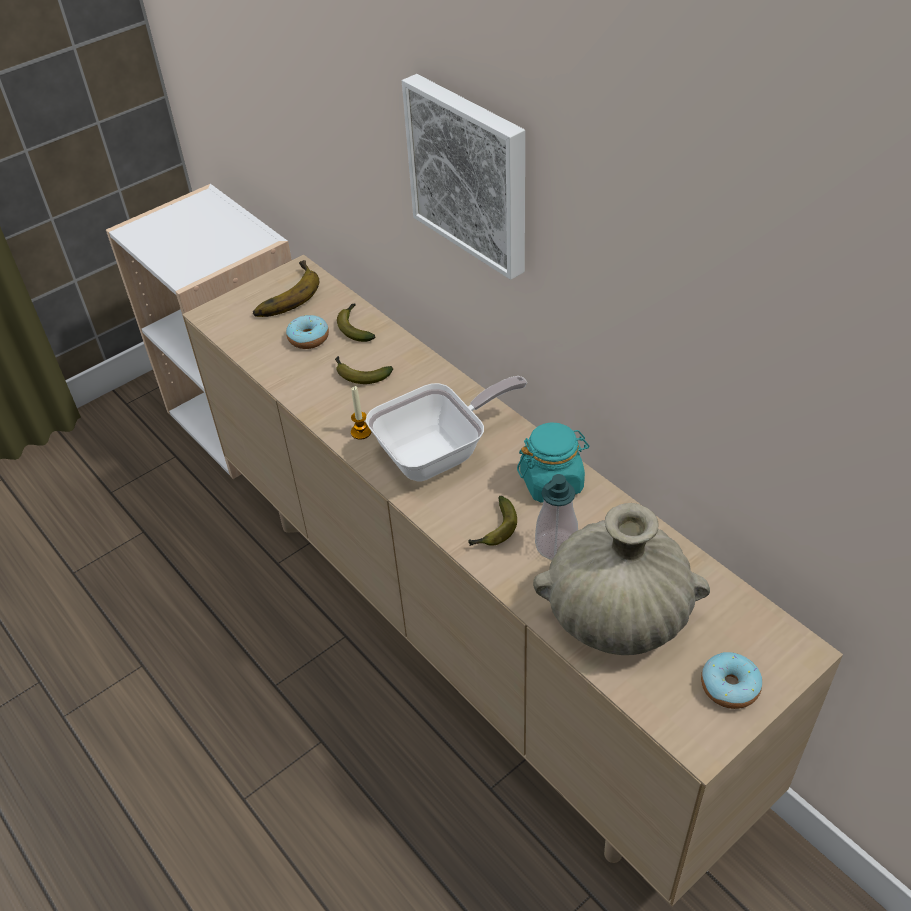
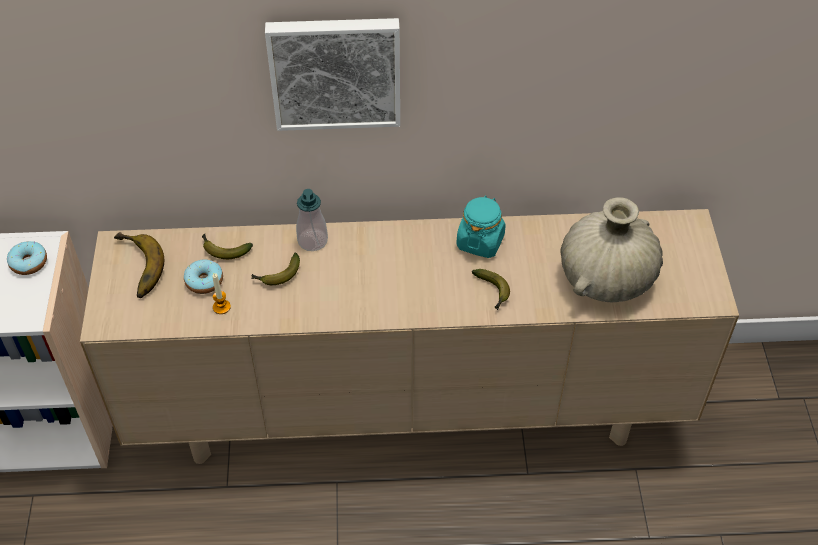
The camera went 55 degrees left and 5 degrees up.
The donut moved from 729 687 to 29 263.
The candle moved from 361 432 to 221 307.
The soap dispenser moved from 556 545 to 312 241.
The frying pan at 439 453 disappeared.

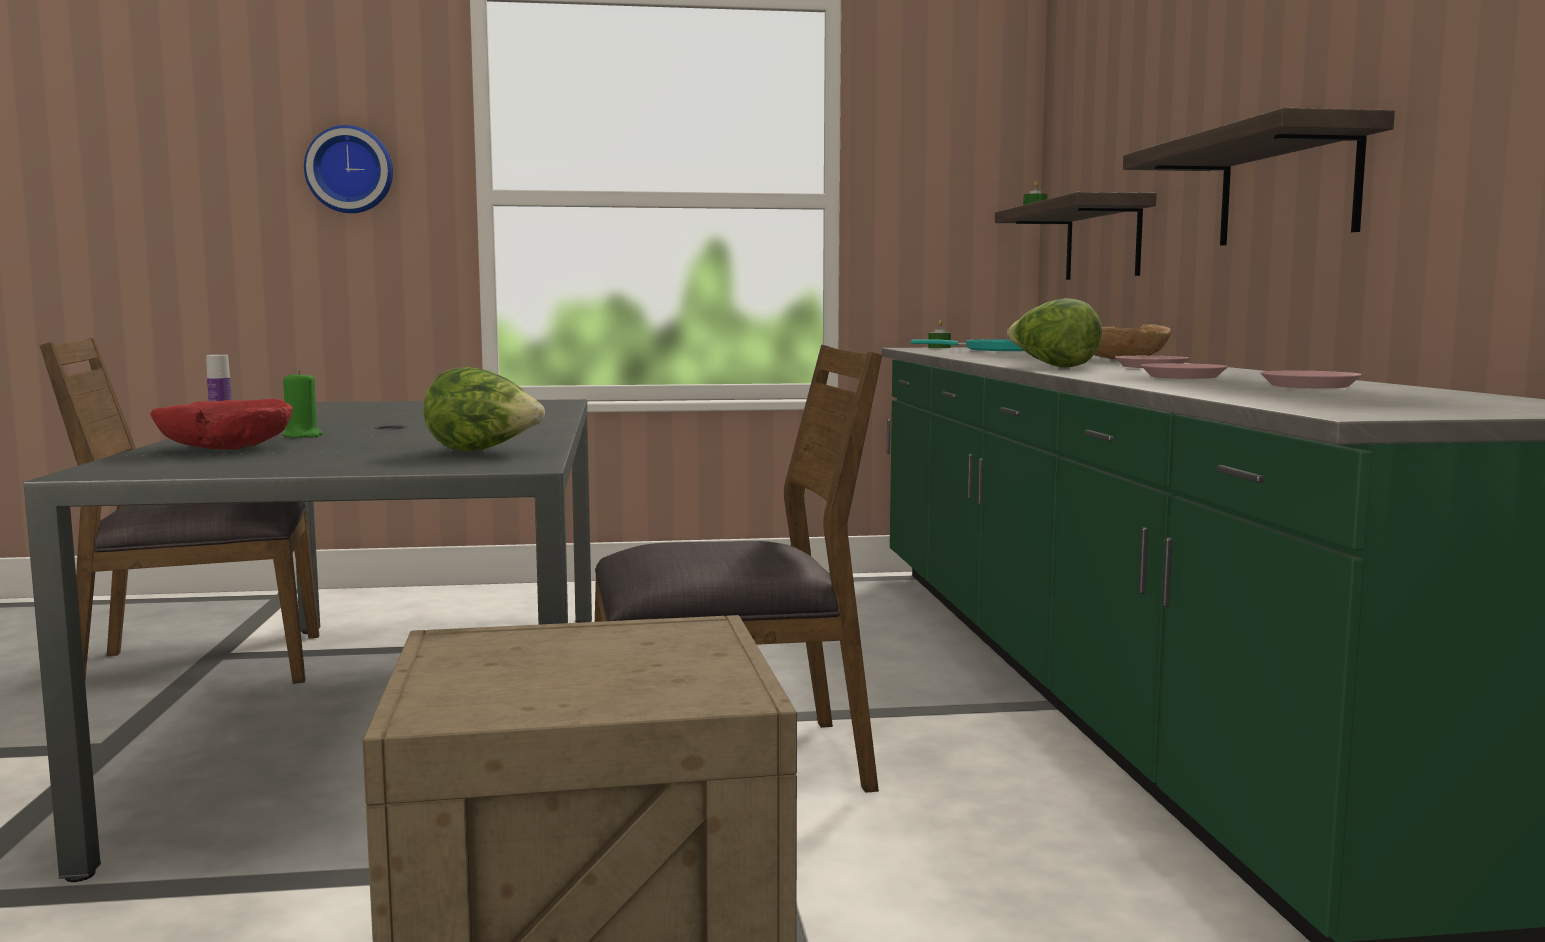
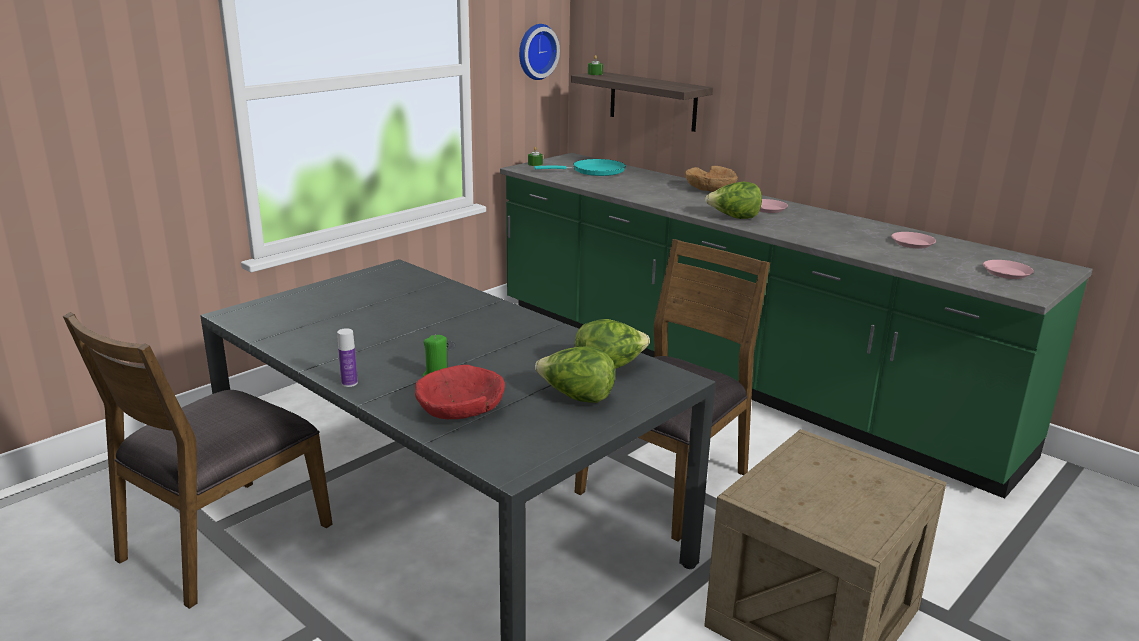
The camera went 40 degrees left and 15 degrees up.
The wall clock moved from 350 170 to 535 51.
The lettuce at 576 397 appeared.
The pink plate moved from 1183 376 to 1007 273.
The shelf at 1287 188 disappeared.

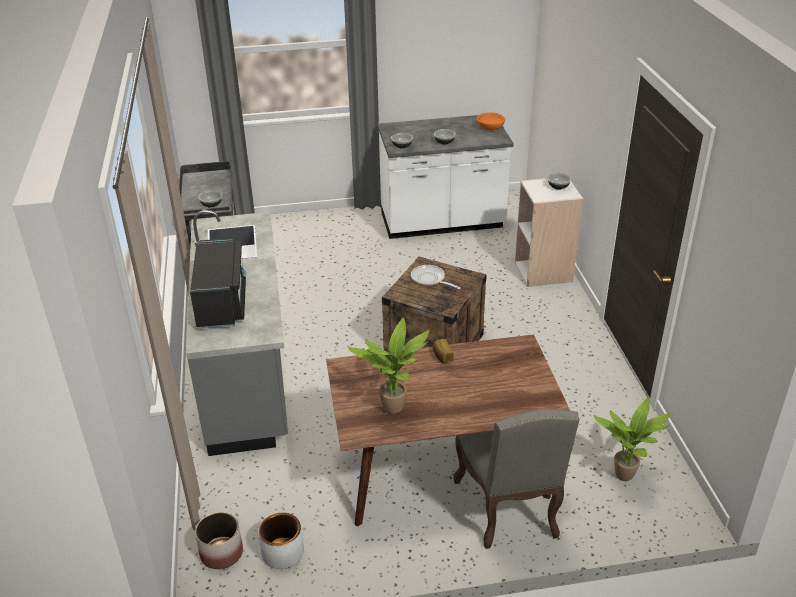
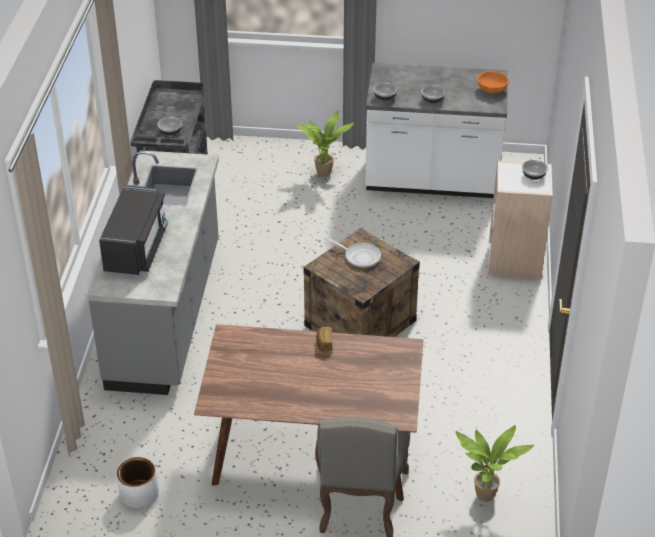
The camera went 15 degrees right and 5 degrees up.
The potted plant moved from 395 410 to 325 175.
The frying pan at 430 279 turned 150 degrees clockwise.
The planter at 221 553 disappeared.

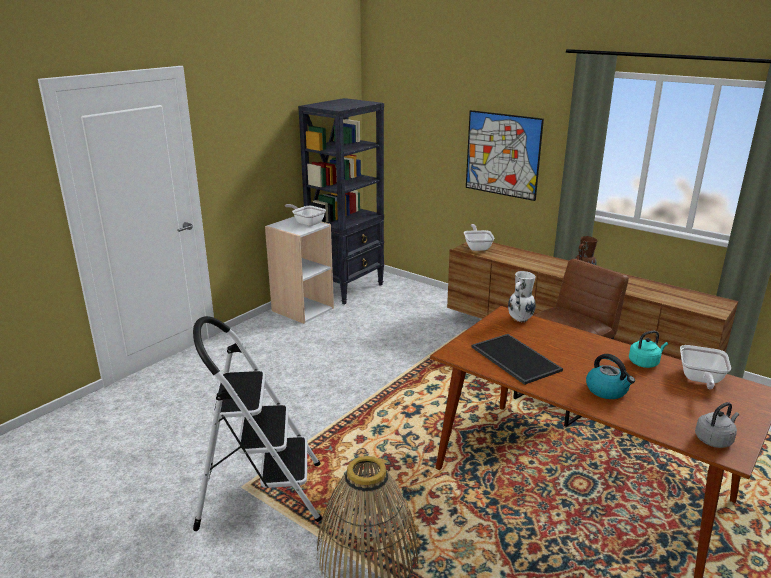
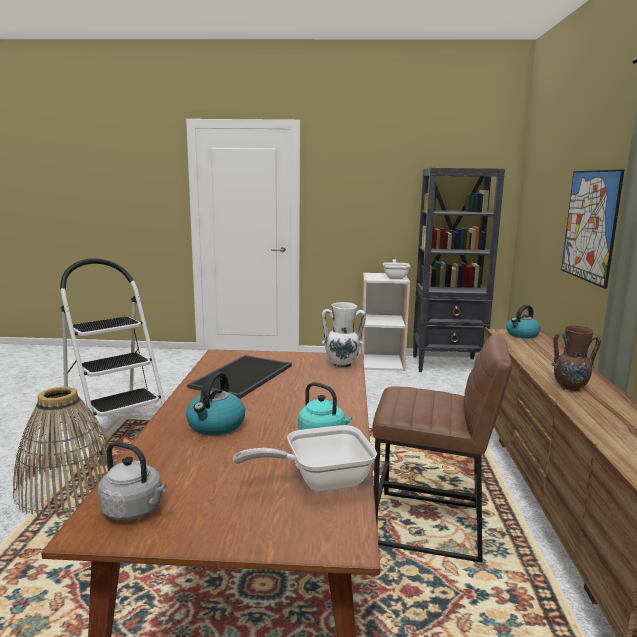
The camera went 55 degrees right and 10 degrees down.
The frying pan at 477 247 was replaced by the kettle at 522 335.

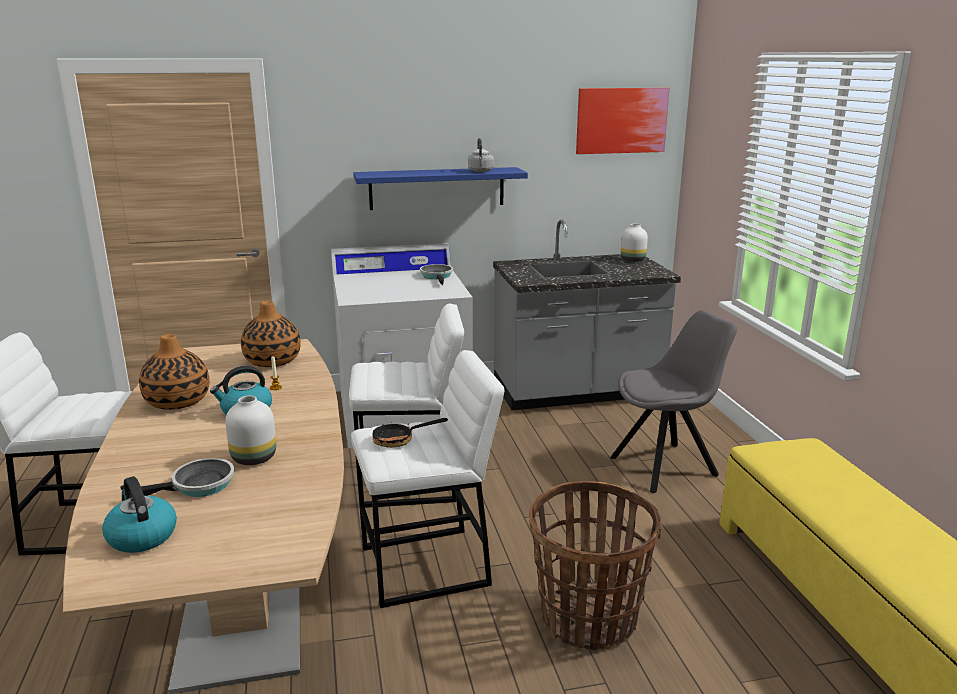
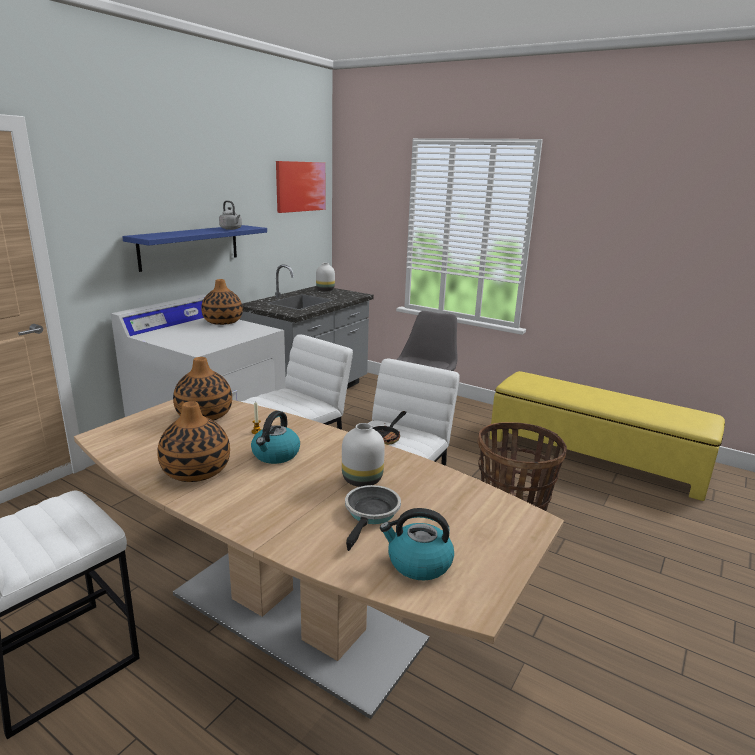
The camera went 45 degrees left and 0 degrees up.
The frying pan at 437 276 was replaced by the vase at 223 321.

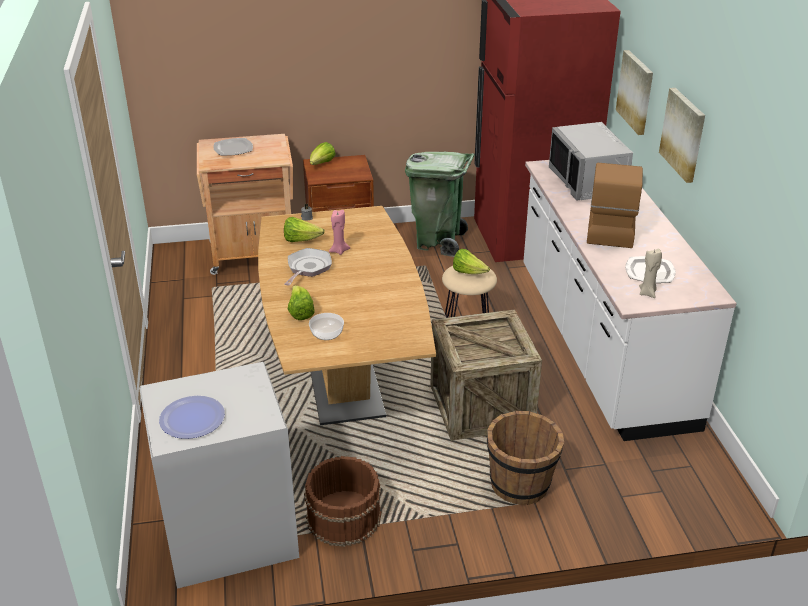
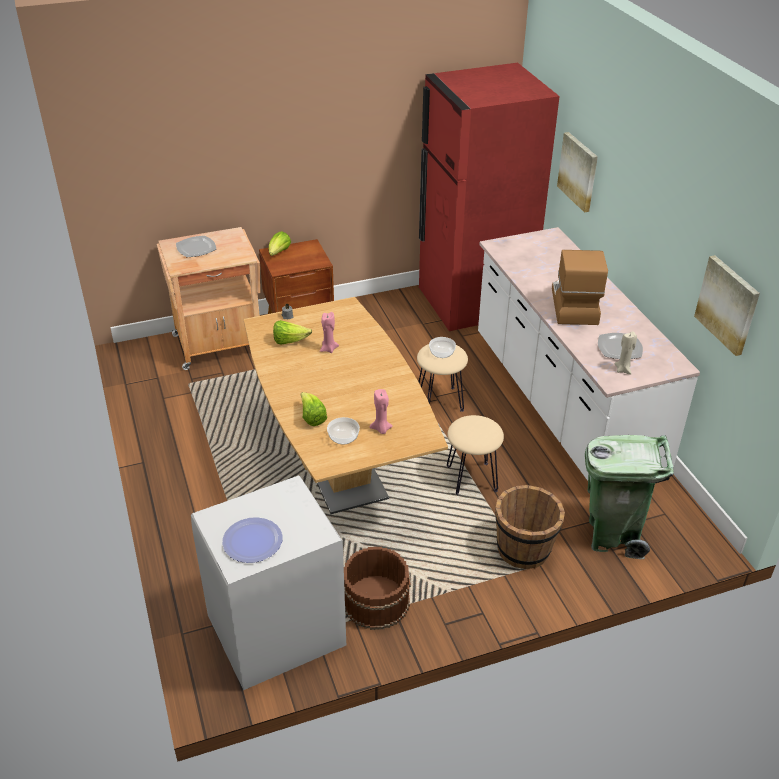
The camera went 10 degrees left and 5 degrees up.
The pink candle at 381 429 appeared.
The lettuce at 468 272 was replaced by the bowl at 441 352.
The crate at 481 407 was replaced by the beige stool at 472 479.
The green trash can moved from 438 242 to 612 534.
The picture moved from 684 134 to 728 304.
The frying pan at 308 268 disappeared.
The grey microwave at 588 182 disappeared.

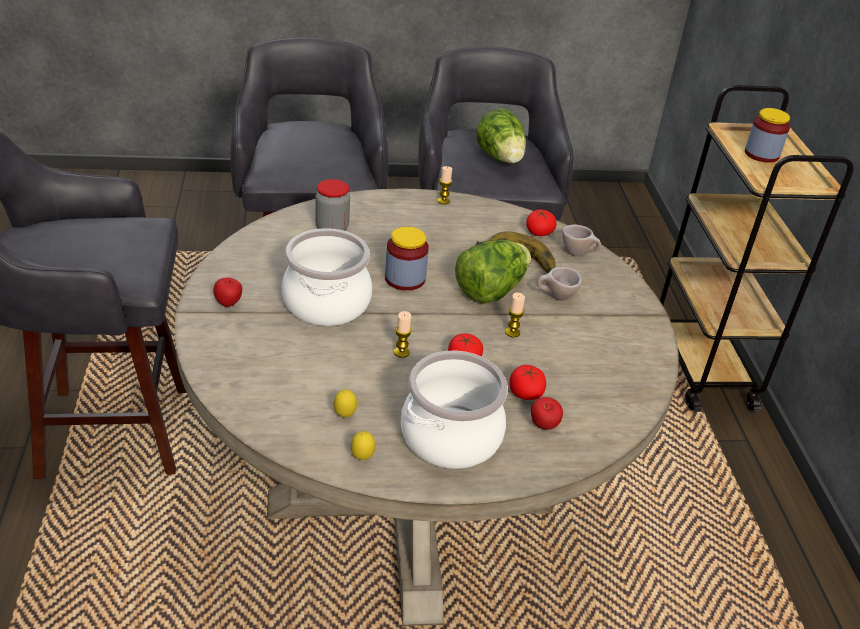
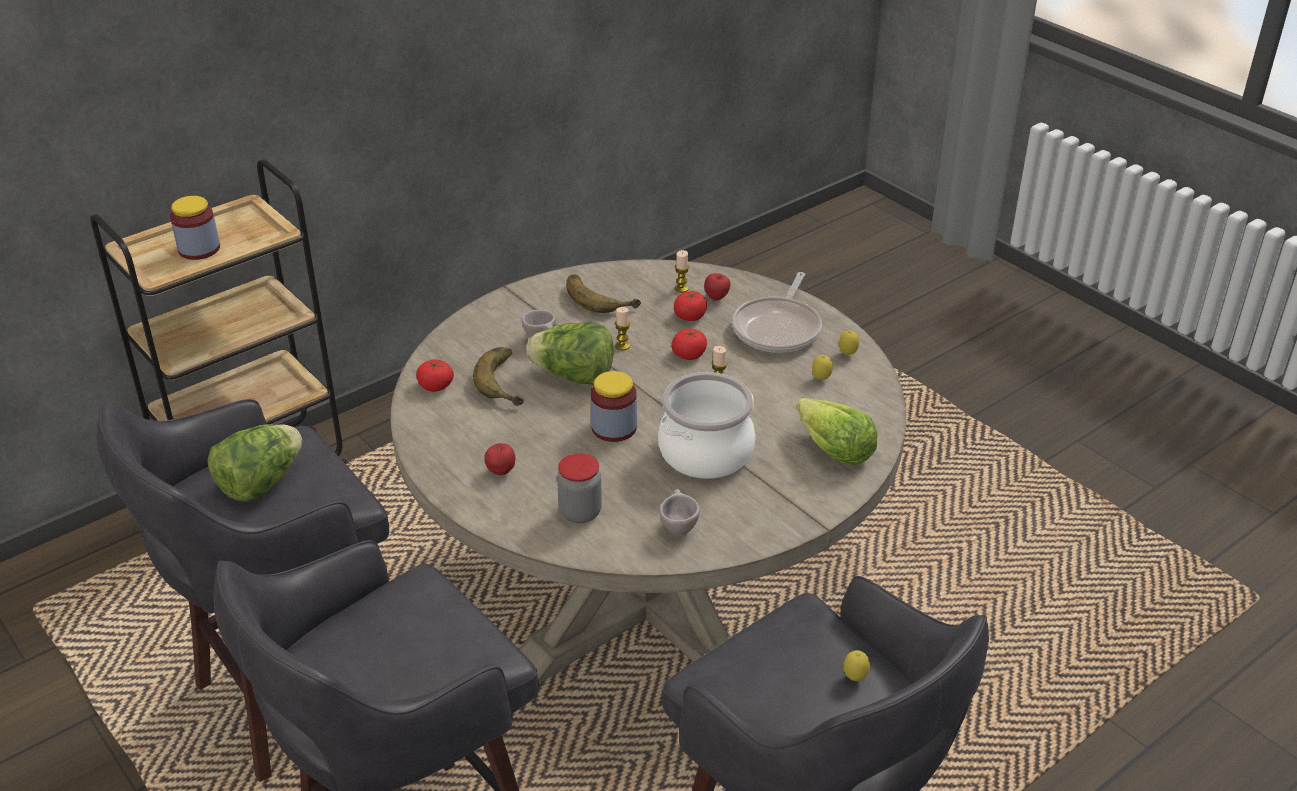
The camera went 120 degrees left and 0 degrees up.
The apple moved from 229 304 to 501 472.
The banana at 601 296 appeared.
The beige cup moved from 578 253 to 678 527.
The candle moved from 443 201 to 681 288.
The cooking pot at 451 437 was replaced by the frying pan at 778 328.
The lettuce at 833 450 appeared.
The lemon at 855 678 appeared.

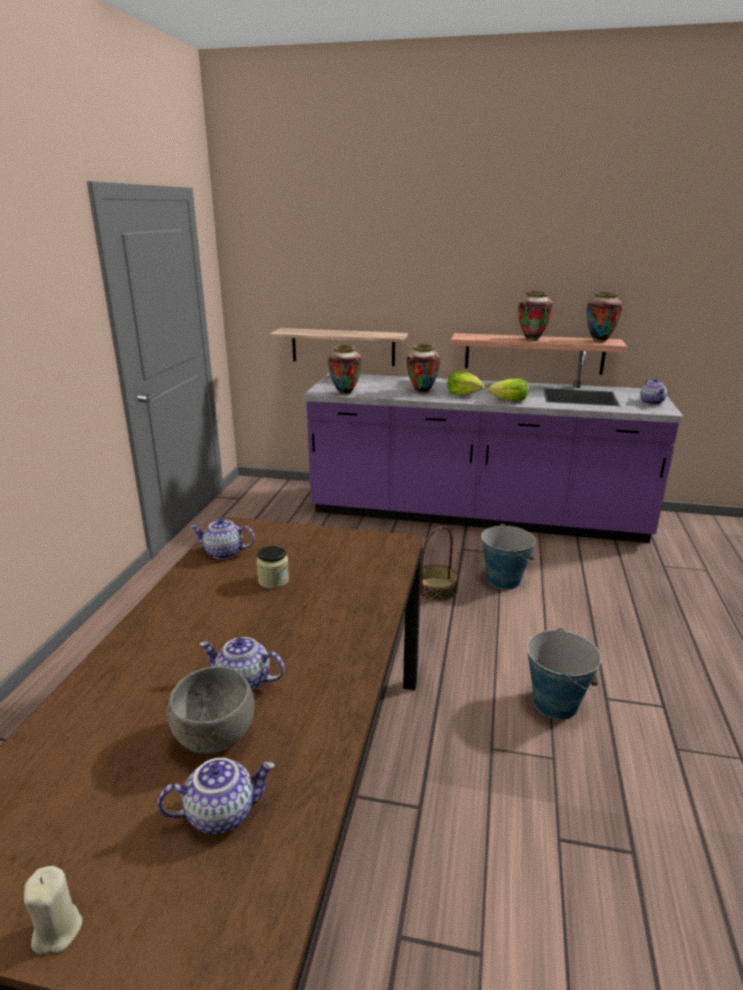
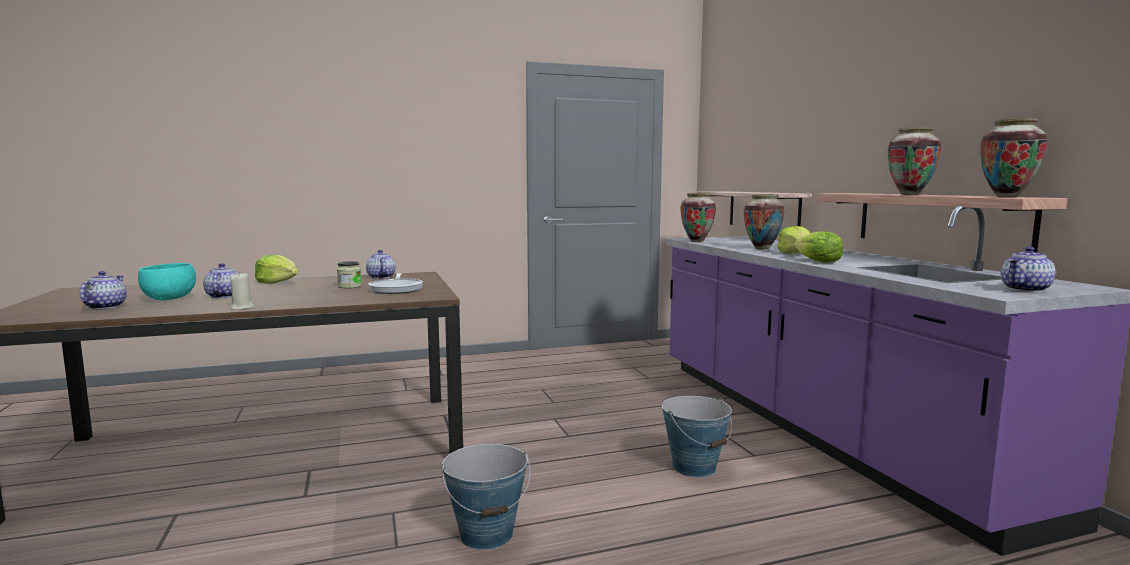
The camera went 60 degrees right and 15 degrees down.
The teapot at 221 812 turned 135 degrees counterclockwise.
The grey bowl at 214 737 became the turquoise bowl at 169 299.
The beige candle moved from 57 930 to 242 308.
The lettuce at 277 283 appeared.
The frying pan at 396 289 appeared.
The basket at 435 589 disappeared.

